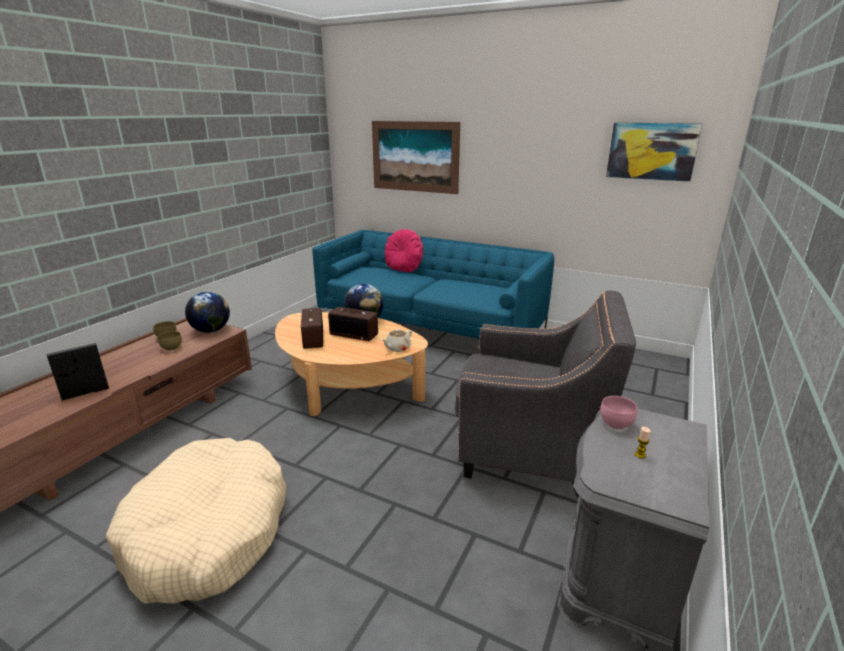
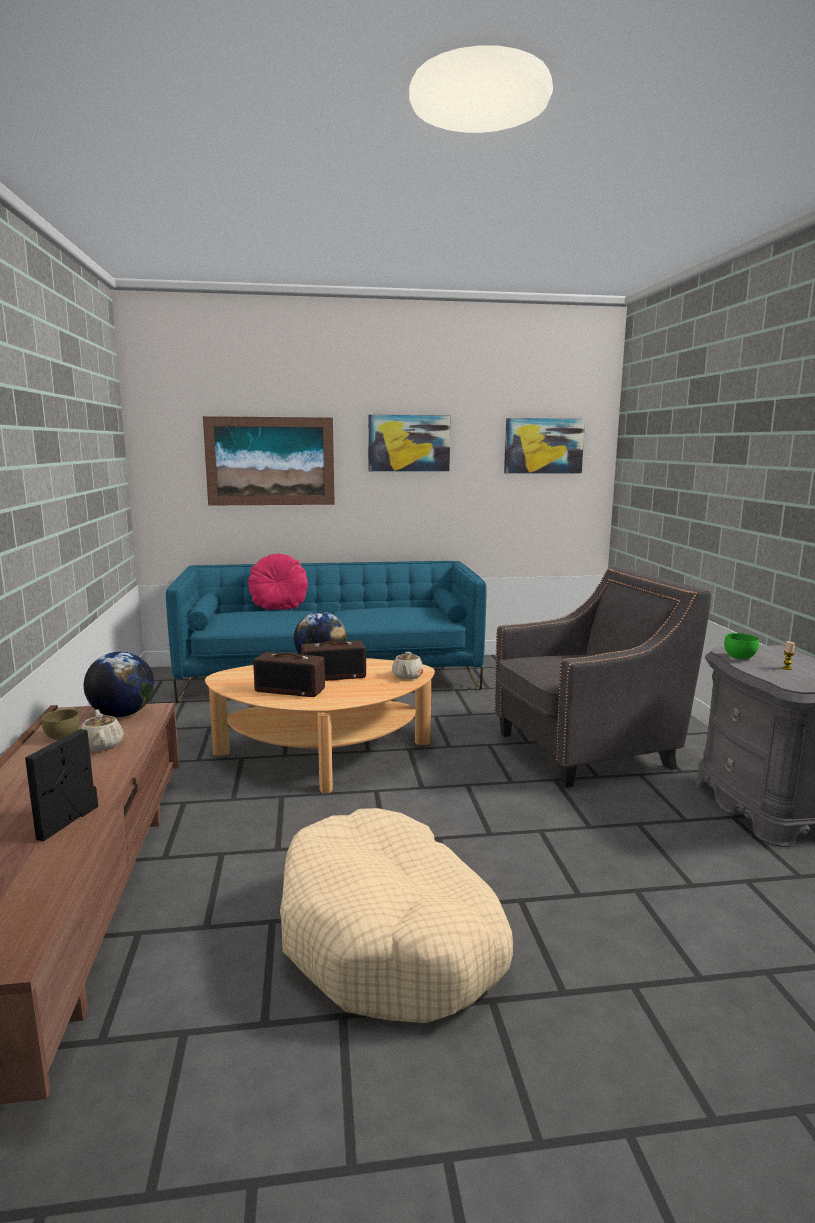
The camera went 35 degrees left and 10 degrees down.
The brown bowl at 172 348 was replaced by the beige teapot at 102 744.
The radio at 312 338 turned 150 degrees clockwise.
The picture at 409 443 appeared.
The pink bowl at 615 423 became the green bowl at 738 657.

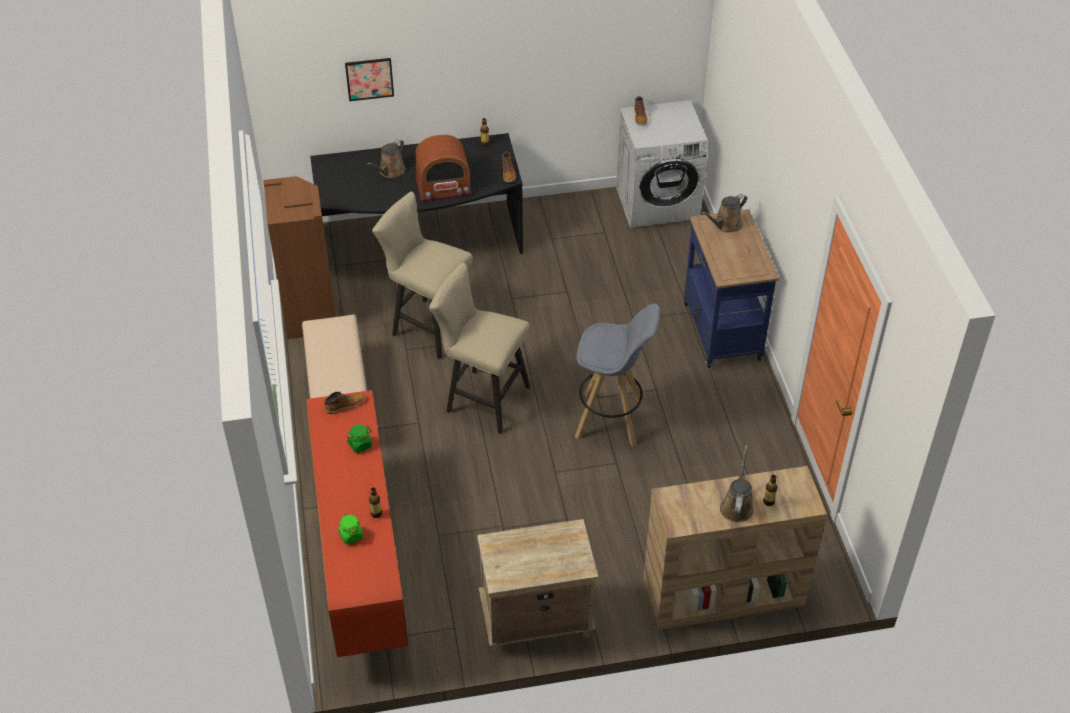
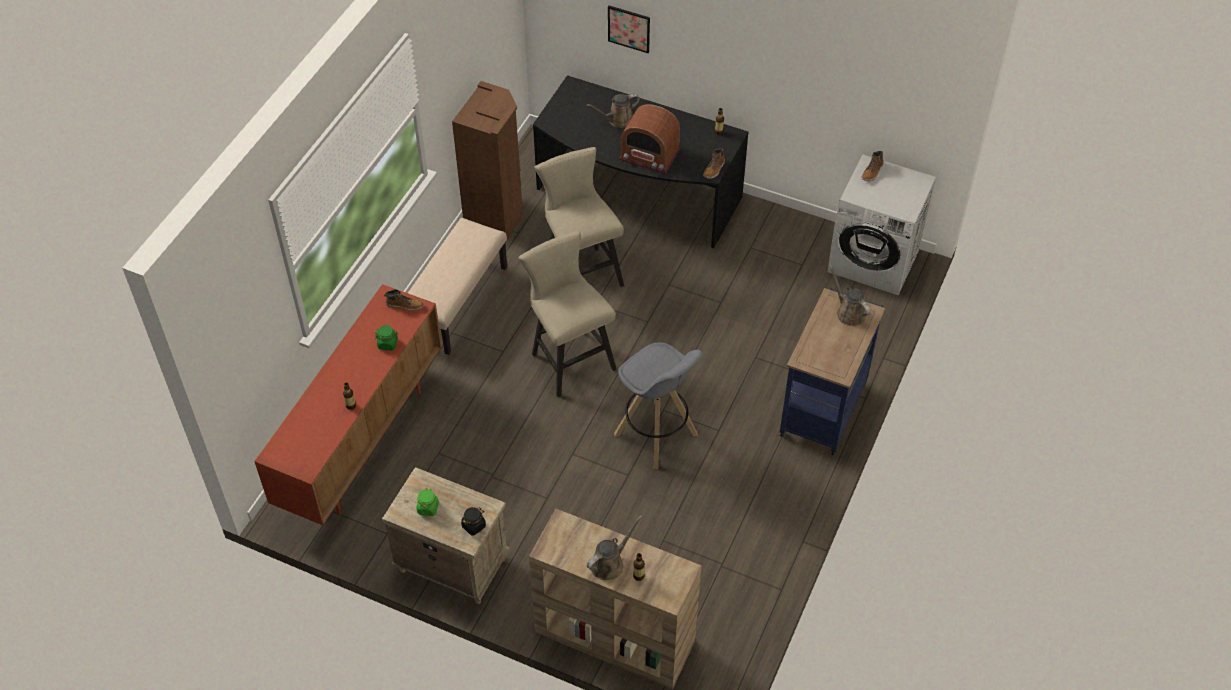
The camera went 35 degrees right and 5 degrees up.
The green jar moved from 351 535 to 428 508.
The black jar at 474 526 appeared.
The brown watering can at 726 225 turned 60 degrees clockwise.

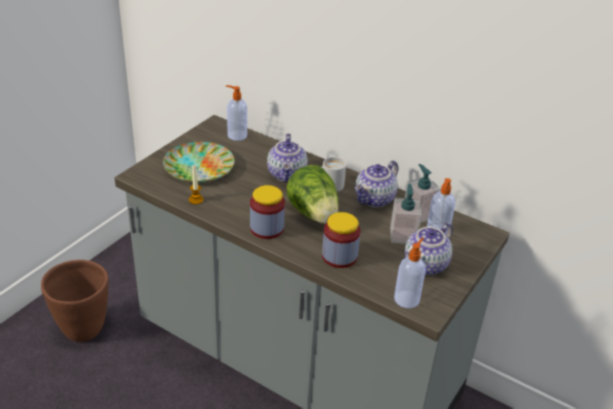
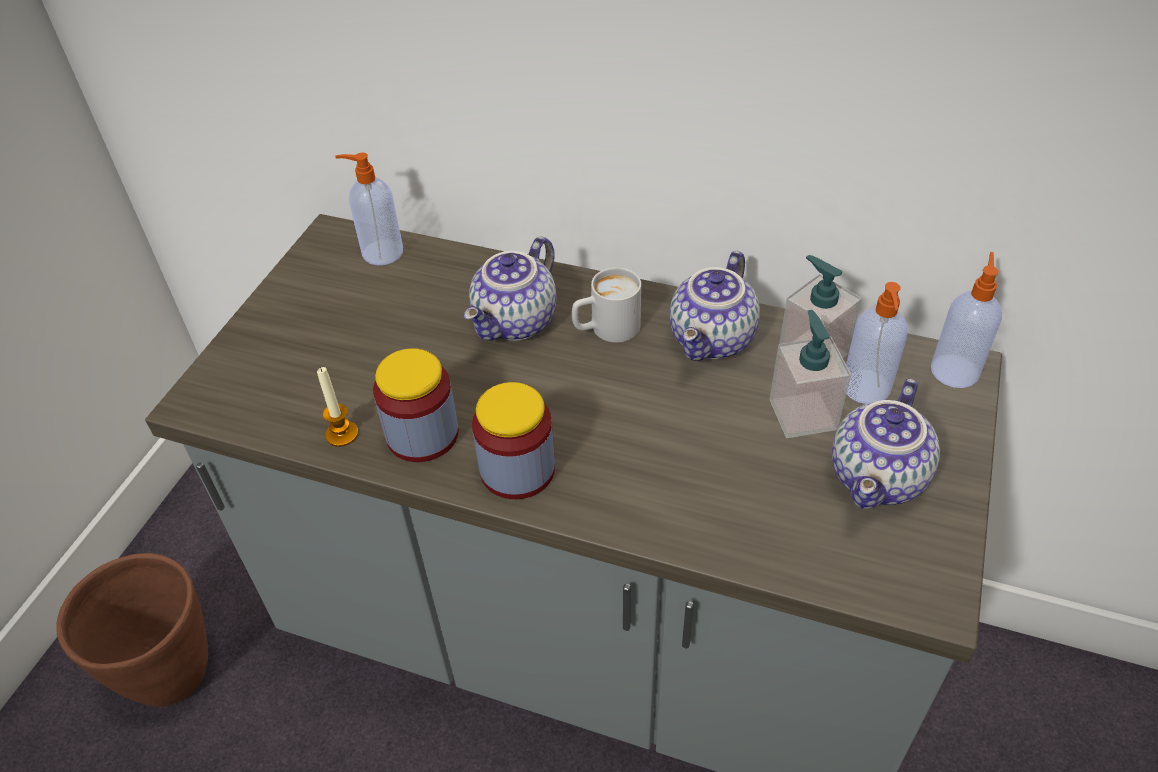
The camera went 10 degrees left and 10 degrees up.
The jar moved from 339 256 to 422 434.
The teapot at 287 175 turned 45 degrees clockwise.
The soap dispenser moved from 407 299 to 954 370.
The plate at 198 167 disappeared.
The lettuce at 314 214 disappeared.

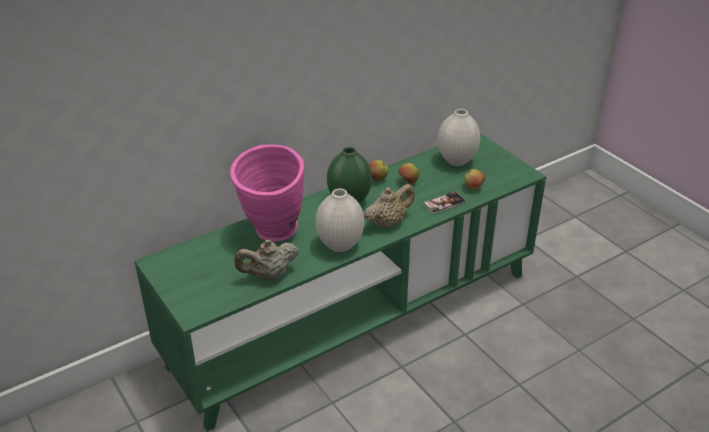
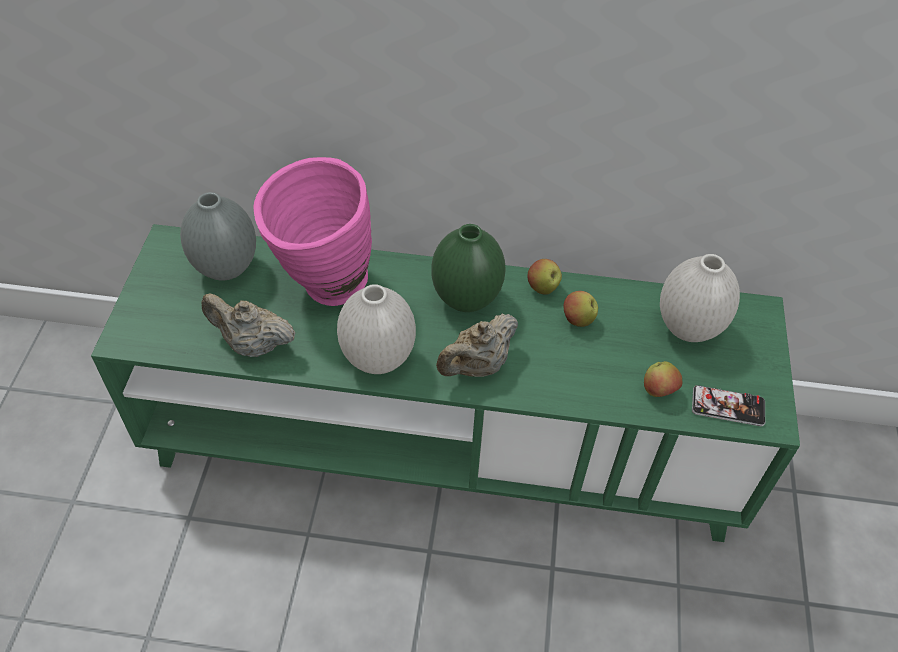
The camera went 40 degrees right and 15 degrees up.
The grey vase at 225 269 appeared.
The beige teapot at 388 222 turned 135 degrees clockwise.
The phone moved from 444 203 to 728 406.

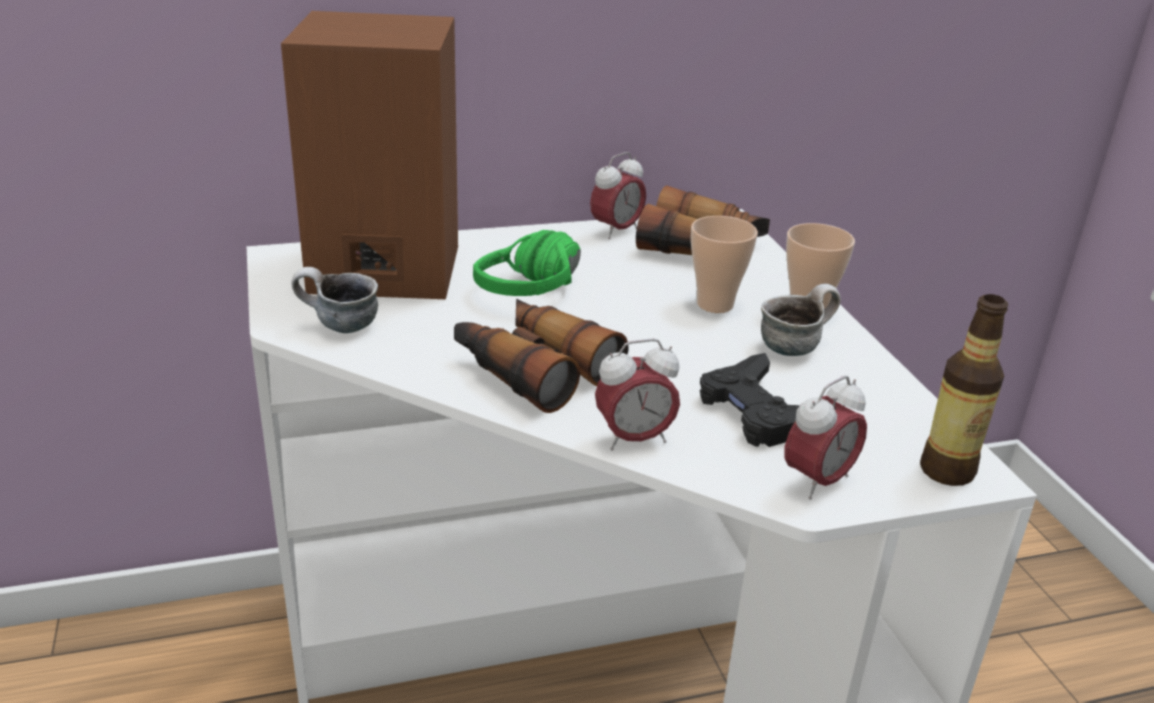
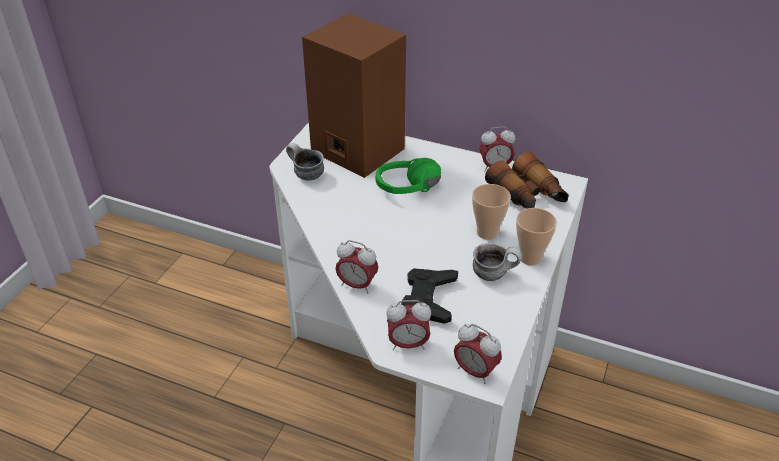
The camera went 40 degrees right and 10 degrees up.
The bottle at 947 471 was replaced by the alarm clock at 475 371.
The binoculars at 533 369 disappeared.

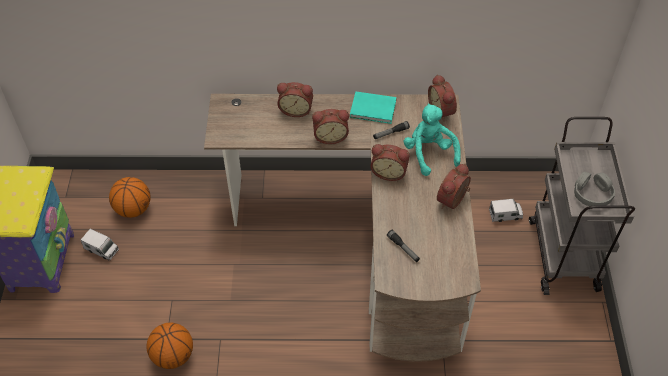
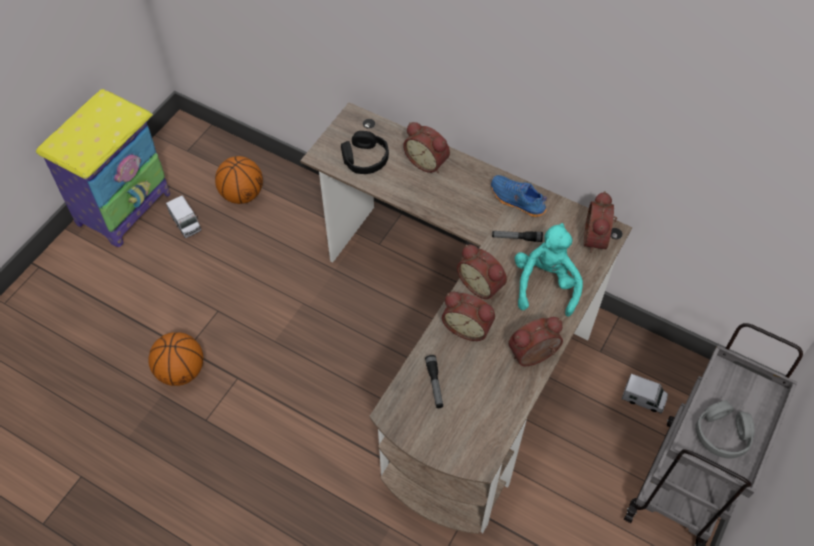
The camera went 30 degrees right and 5 degrees up.
The black headphones at 365 158 appeared.
The alarm clock moved from 330 136 to 468 326.
The turquoise book at 374 109 was replaced by the blue shoe at 516 201.

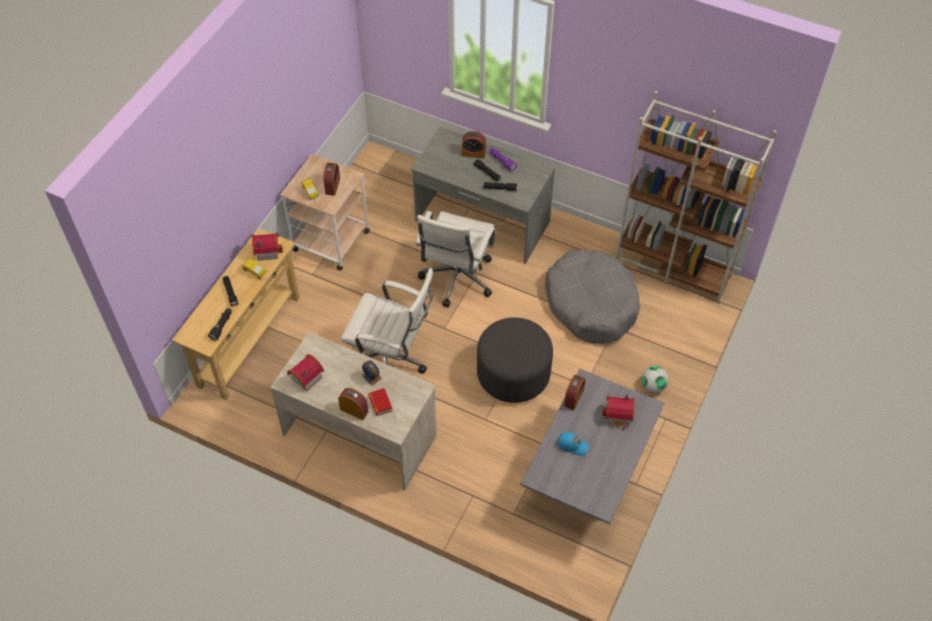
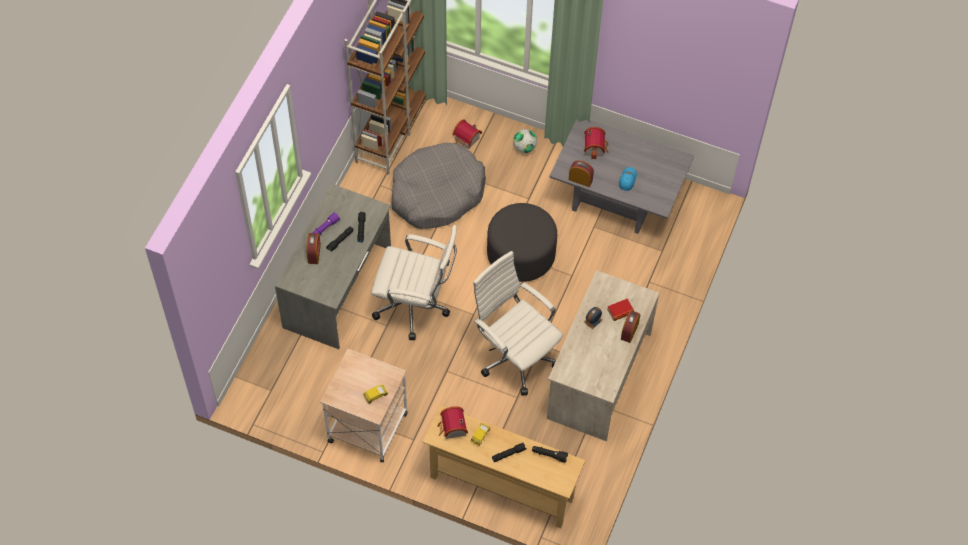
The camera went 95 degrees left and 5 degrees up.
The toy house moved from 305 378 to 466 140.
The white office chair at 391 361 turned 60 degrees counterclockwise.
The alarm clock at 332 186 disappeared.

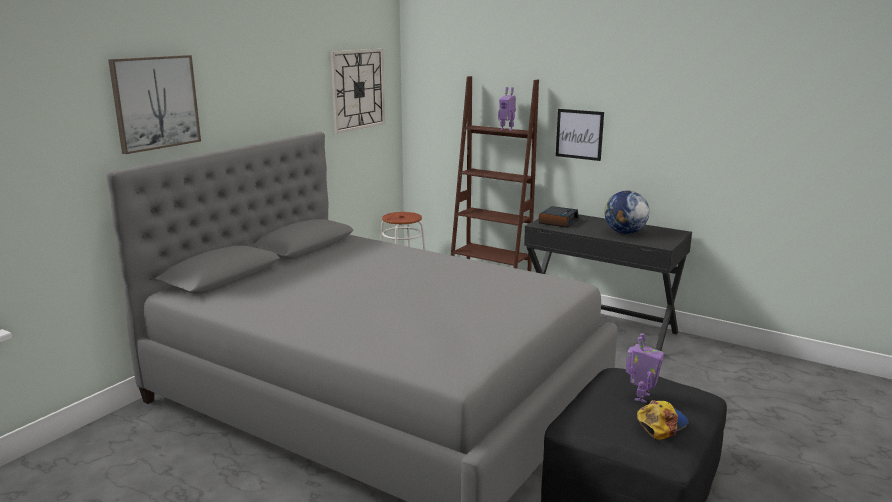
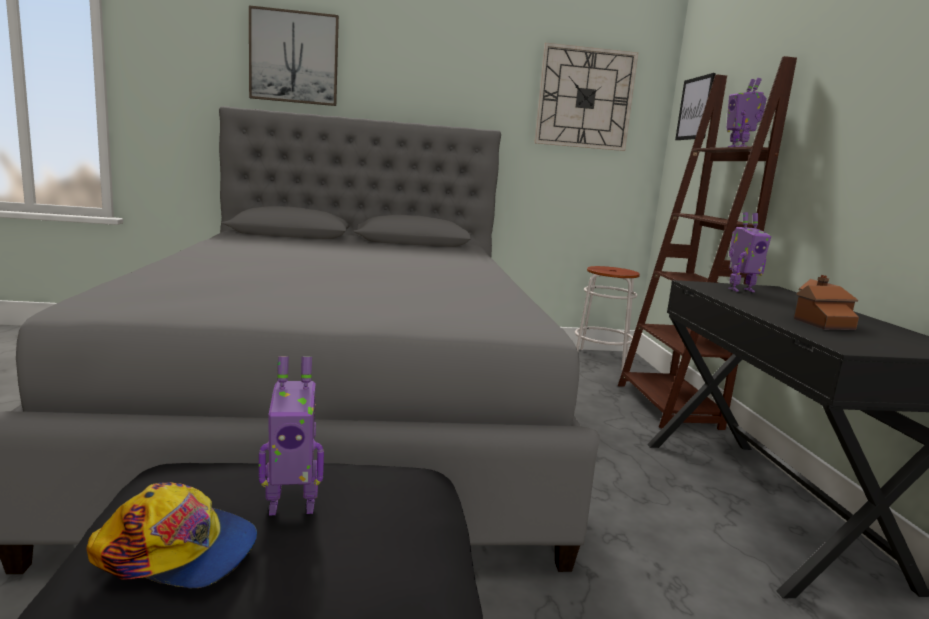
The camera went 50 degrees right and 5 degrees down.
The picture moved from 579 134 to 695 108.
The alarm clock at 558 221 was replaced by the toy robot at 740 290.
The globe at 624 232 was replaced by the toy house at 819 321.

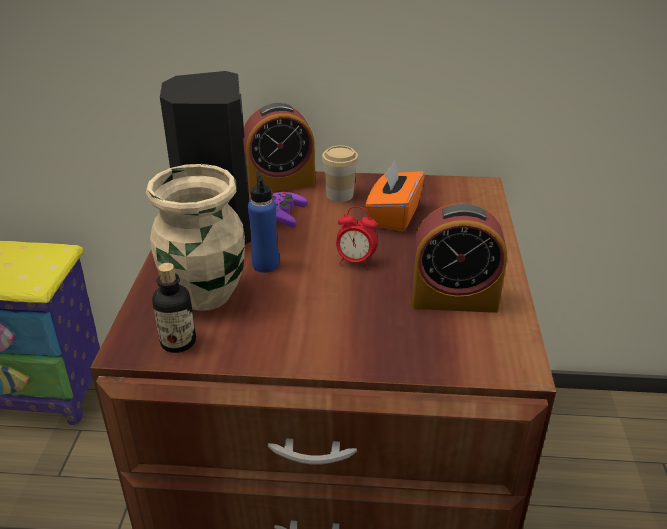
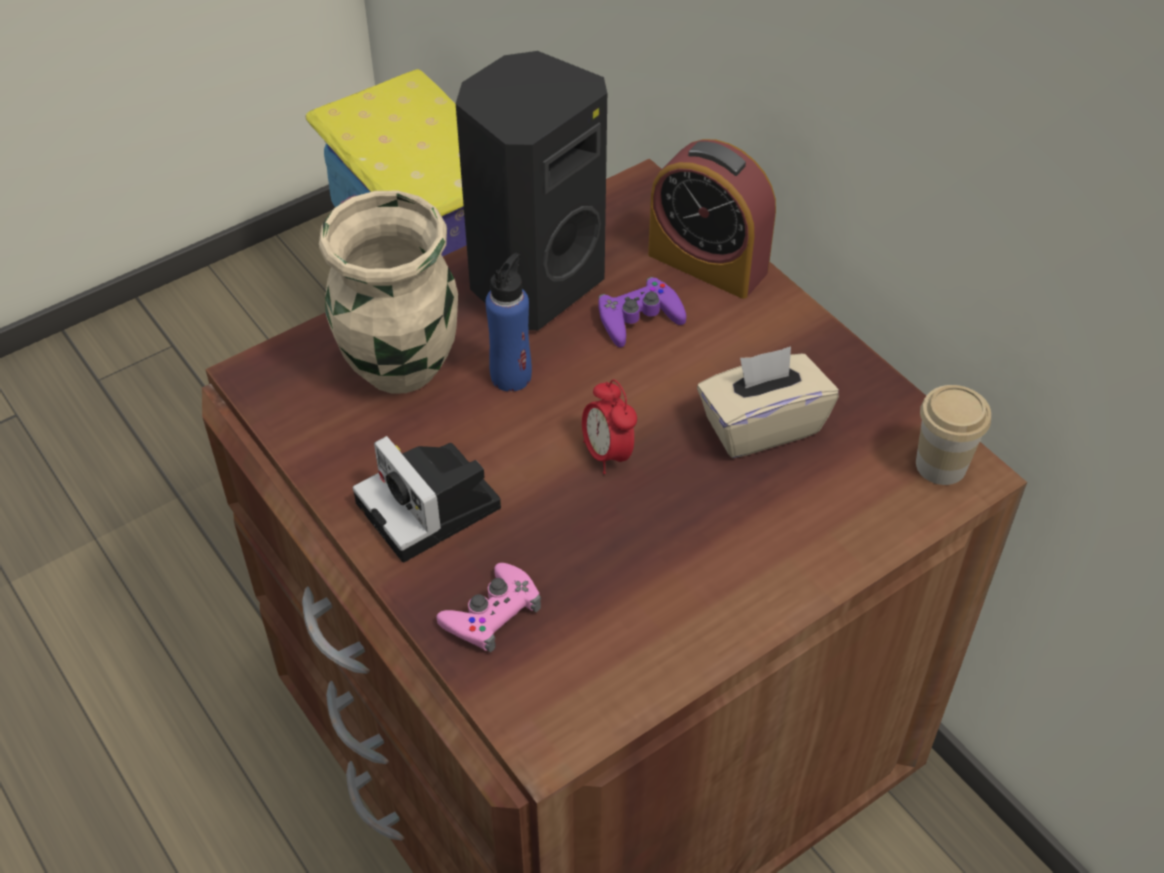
The camera went 50 degrees right and 15 degrees up.
The photo camera at 433 508 appeared.
The pink game controller at 492 613 appeared.
The orange tissue box at 393 216 became the beige tissue box at 761 425.
The cup moved from 339 195 to 941 465.
The bottle at 178 342 disappeared.
The alarm clock at 453 299 disappeared.

